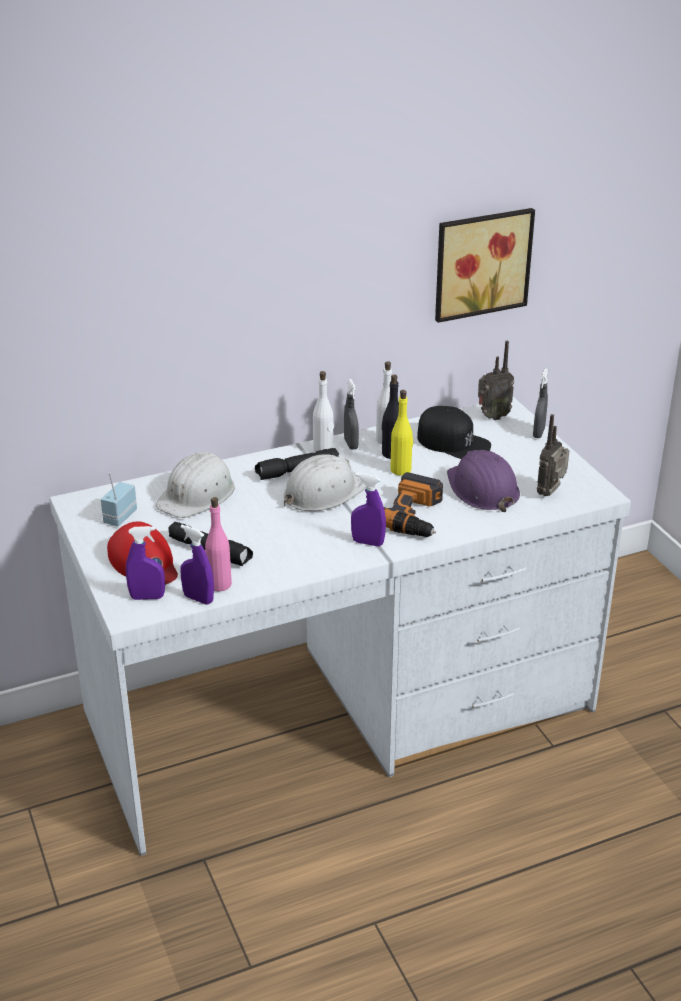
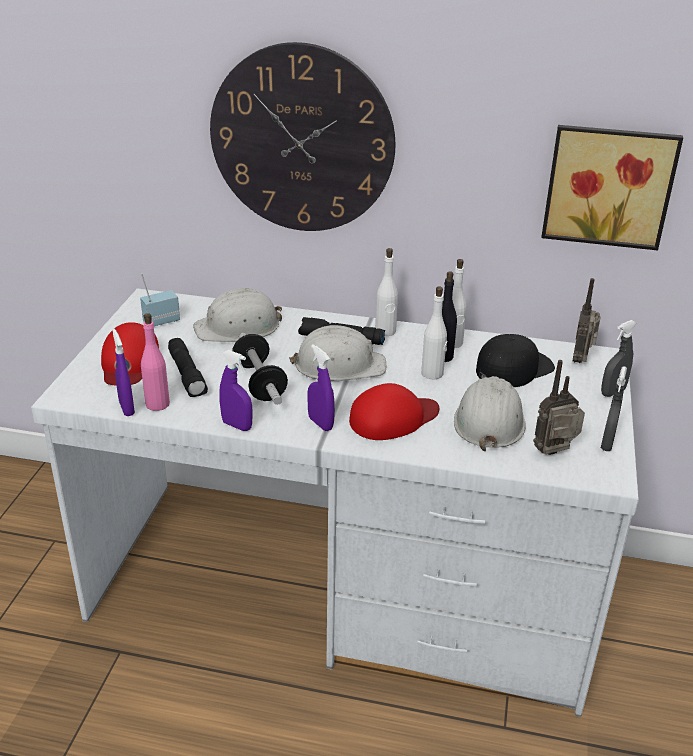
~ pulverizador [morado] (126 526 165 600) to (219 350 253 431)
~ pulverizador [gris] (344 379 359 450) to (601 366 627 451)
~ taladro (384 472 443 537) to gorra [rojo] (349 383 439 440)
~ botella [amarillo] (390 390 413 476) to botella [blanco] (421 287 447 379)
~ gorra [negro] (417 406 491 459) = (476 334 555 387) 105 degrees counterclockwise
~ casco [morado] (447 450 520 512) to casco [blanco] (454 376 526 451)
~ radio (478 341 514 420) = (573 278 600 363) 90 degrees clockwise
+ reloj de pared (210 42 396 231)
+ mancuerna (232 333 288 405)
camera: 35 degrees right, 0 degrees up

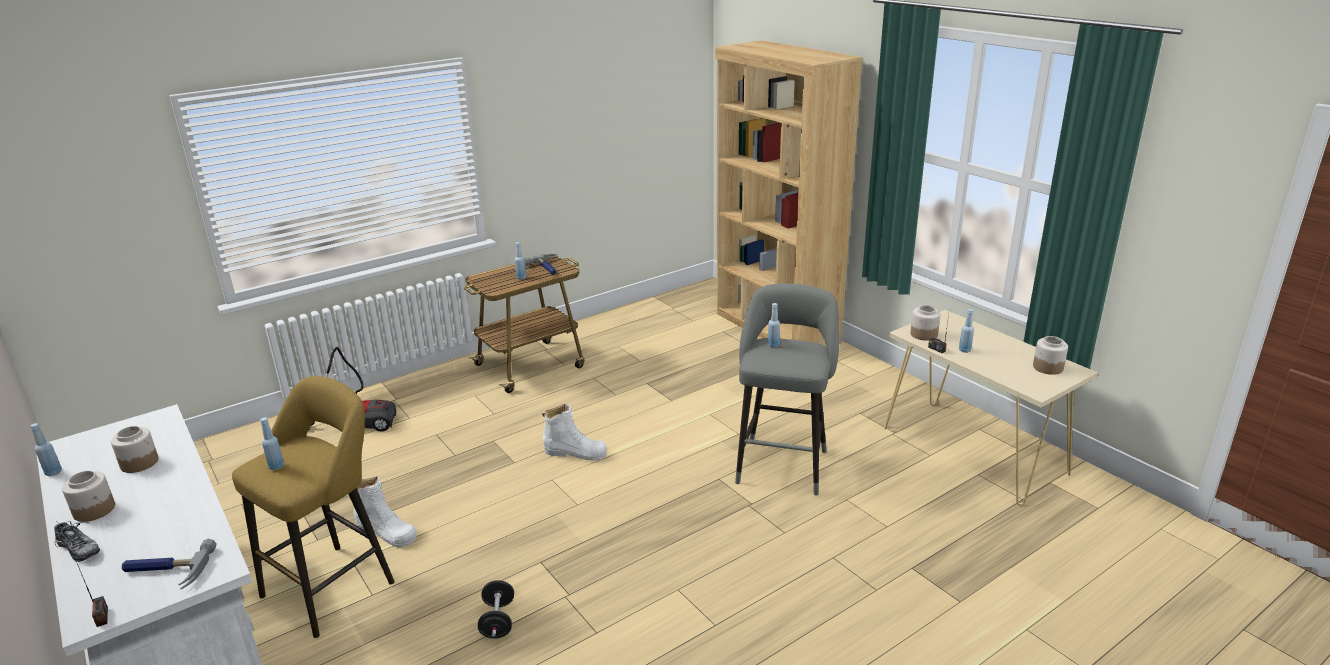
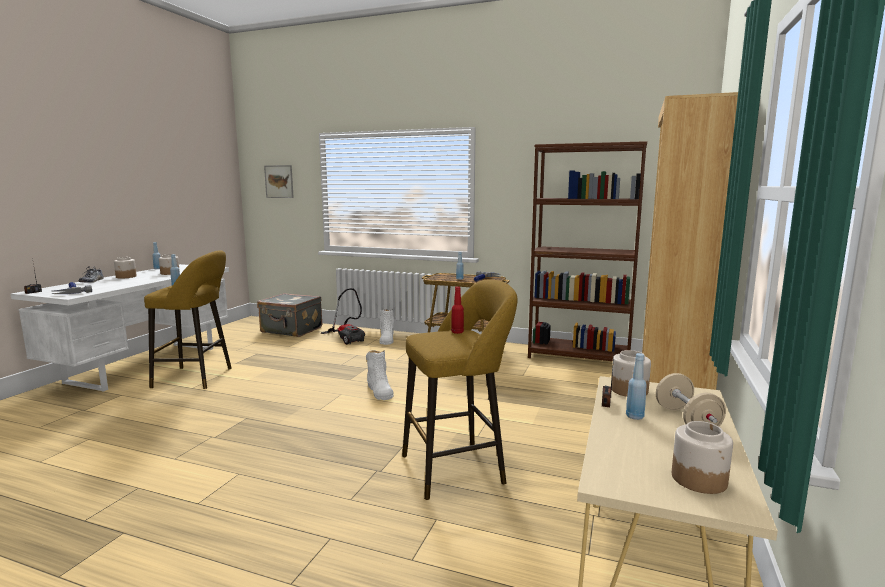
~ bota [blanco] (353 477 417 548) to (379 309 394 345)
- mancuerna [negro] (478 580 514 639)
~ taburete [gris] (735 283 839 495) to taburete [amarillo] (402 279 517 500)
~ botella [azul] (767 303 780 348) to botella [rojo] (451 286 464 334)
+ maleta [gris] (257 293 322 337)
+ cuadro (264 165 294 198)
+ estantería [marrón] (528 141 647 361)
+ mancuerna [beis] (656 373 726 426)
camera: 55 degrees right, 15 degrees down

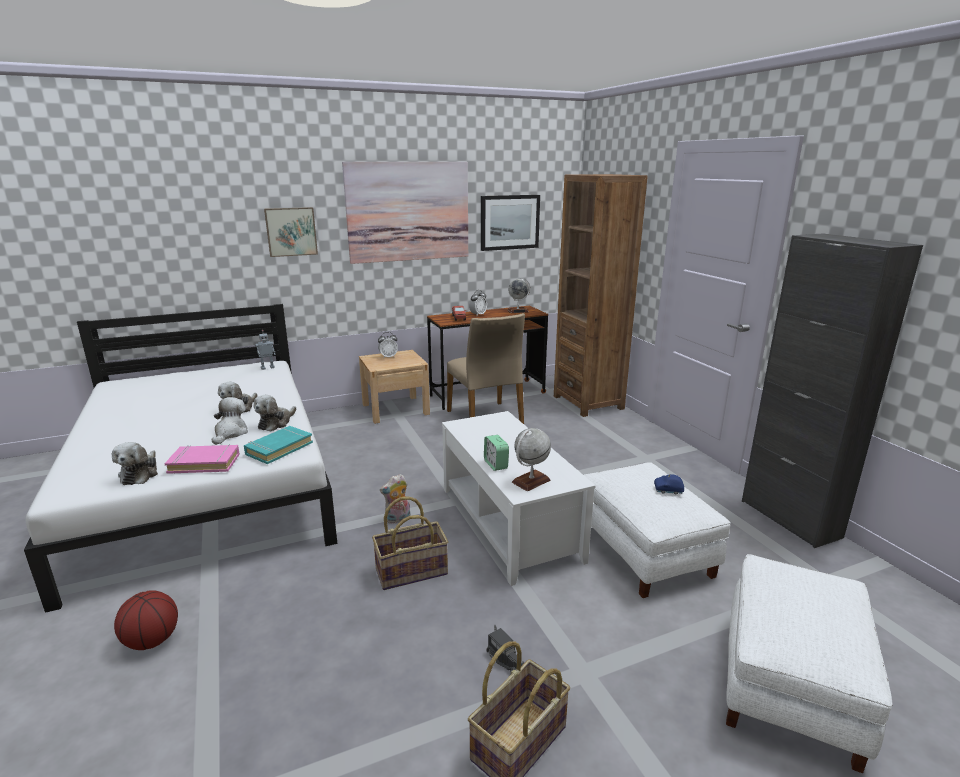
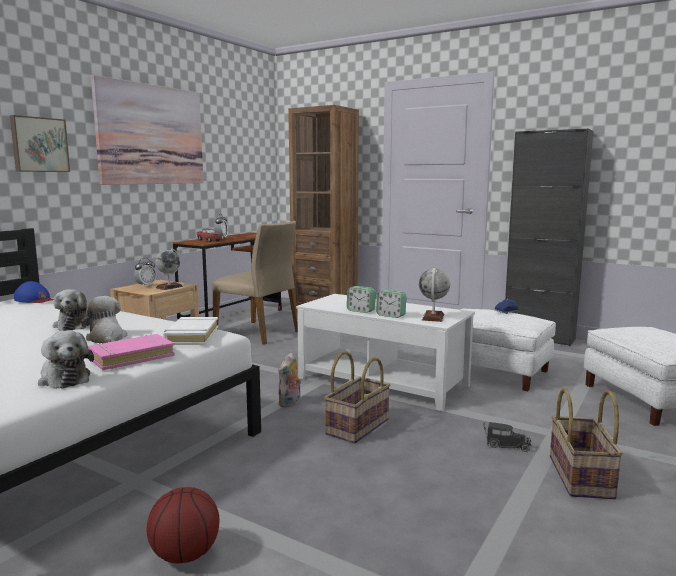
~ libro [turquesa] (244 426 313 464) to libro [blanco] (163 317 218 345)
- peluche (253 395 296 432)
~ robot de juguete (255 330 276 370) to gorra [azul] (14 281 54 303)
- cuadro (481 195 540 251)
~ globo terráqueo (507 278 530 313) to (156 248 183 290)
+ despertador (347 286 375 313)
camera: 35 degrees left, 10 degrees down

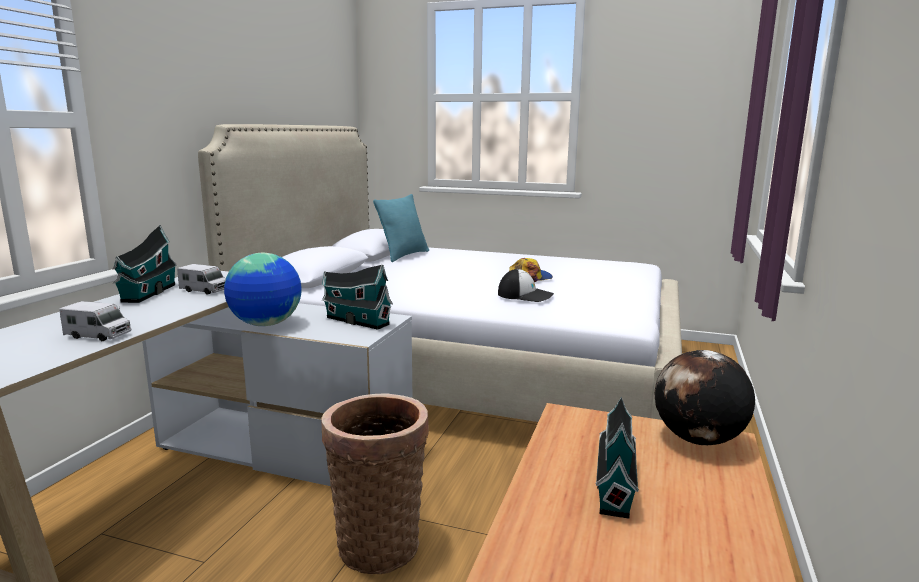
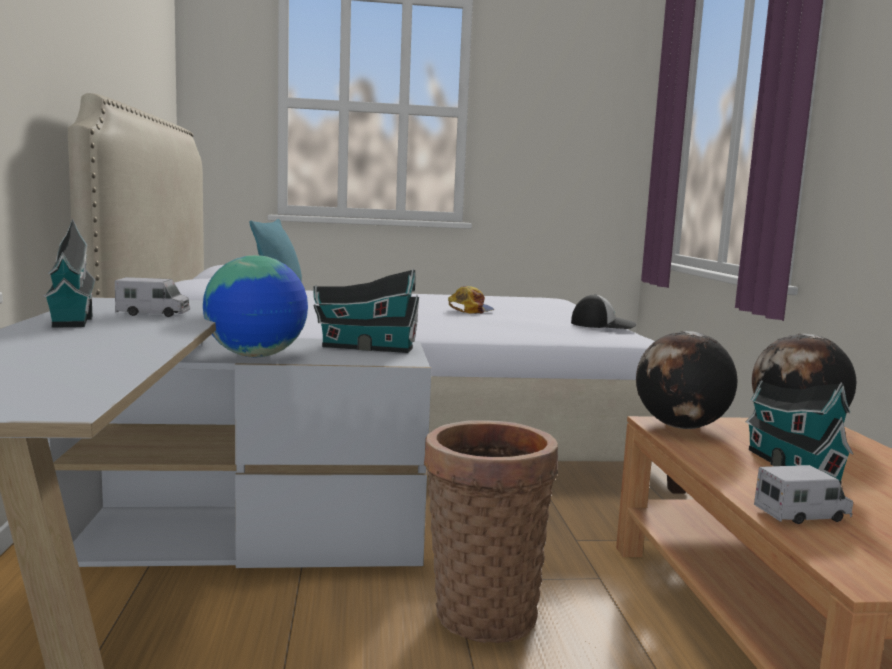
~ camión de juguete (59 301 131 341) to (754 465 853 524)
~ gorra (498 269 554 302) to (571 294 636 329)
+ globo terráqueo (636 331 737 429)
camera: 25 degrees left, 5 degrees down

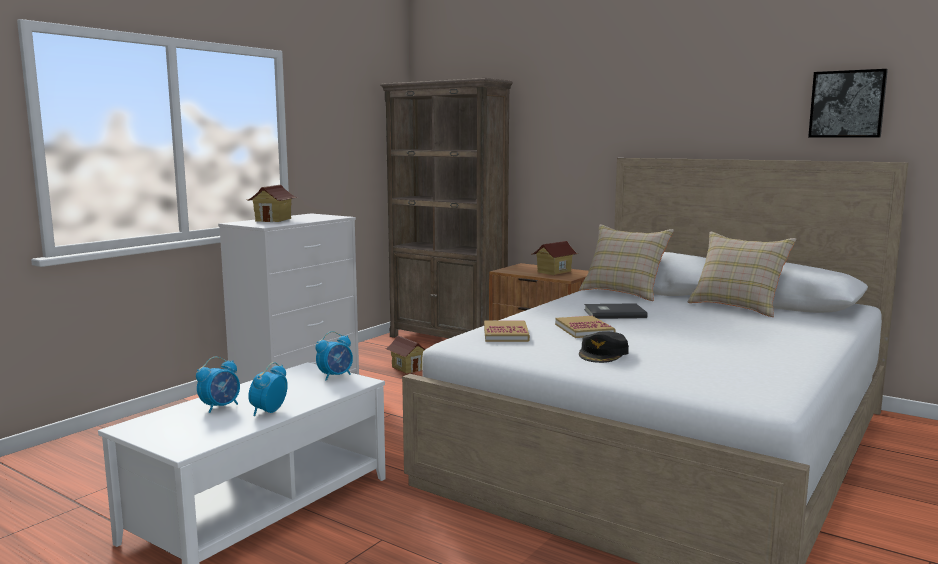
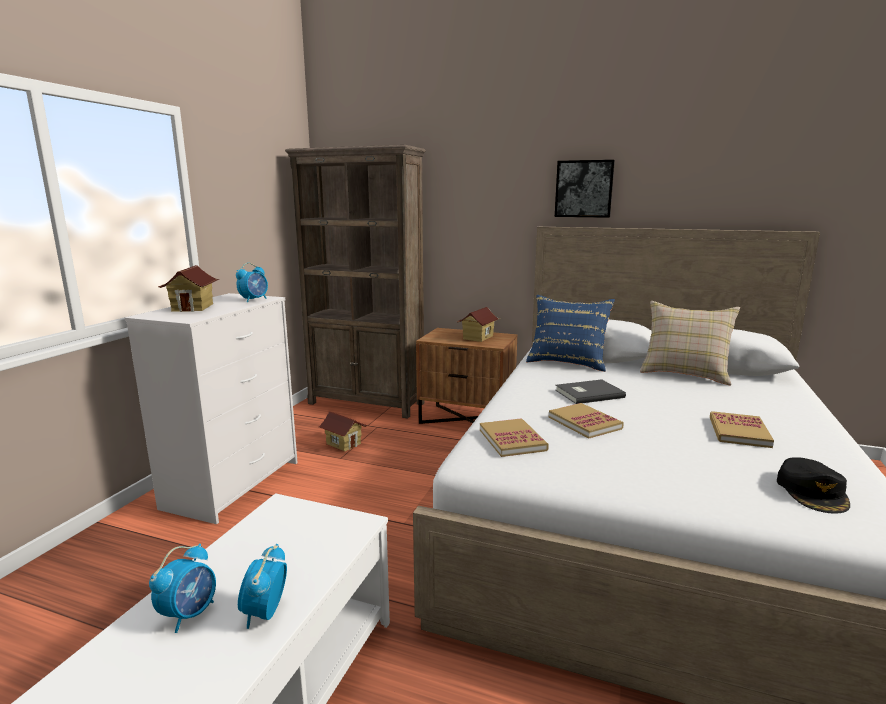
~ despertador (315 331 353 381) to (236 263 268 302)
~ cojín [beis] (579 224 674 301) to cojín [azul] (526 295 615 372)
~ gorra [negro] (579 332 629 363) to (777 457 850 514)
~ cuadro (808 69 888 137) to (555 160 615 218)
+ libro (710 411 774 448)
camera: 15 degrees left, 5 degrees up

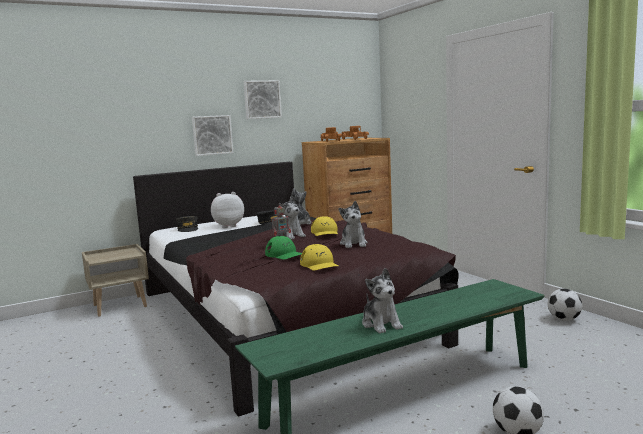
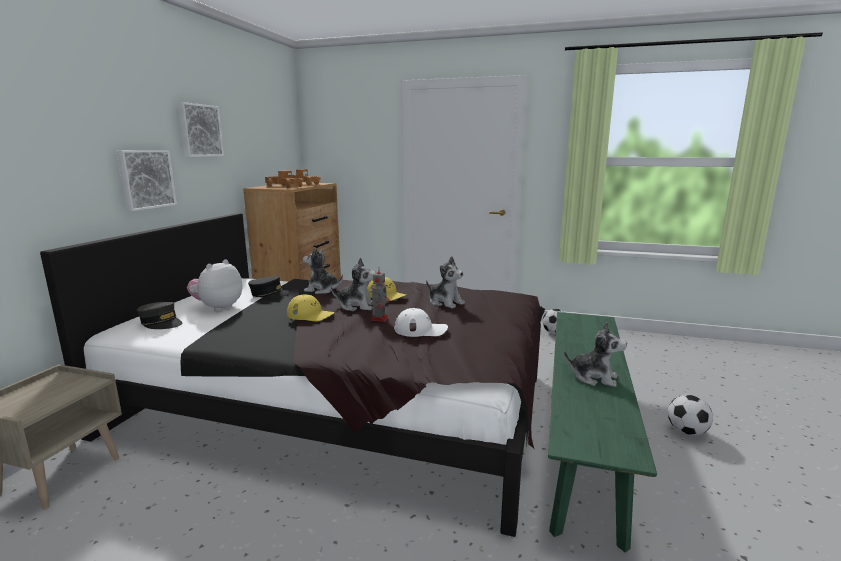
~ gorra [verde] (265 236 302 260) to gorra [blanco] (394 308 448 337)
~ gorra [amarillo] (300 244 339 271) to (287 295 334 321)
camera: 45 degrees left, 5 degrees up

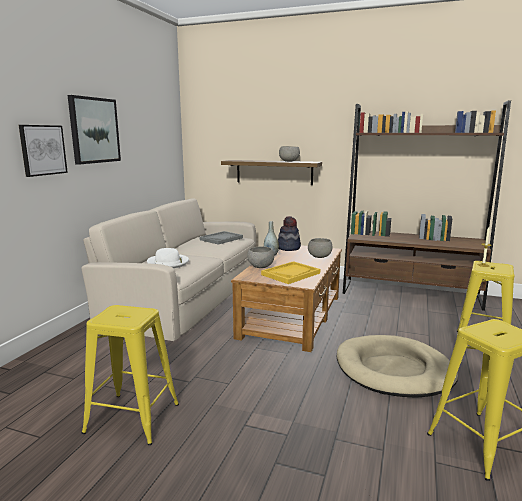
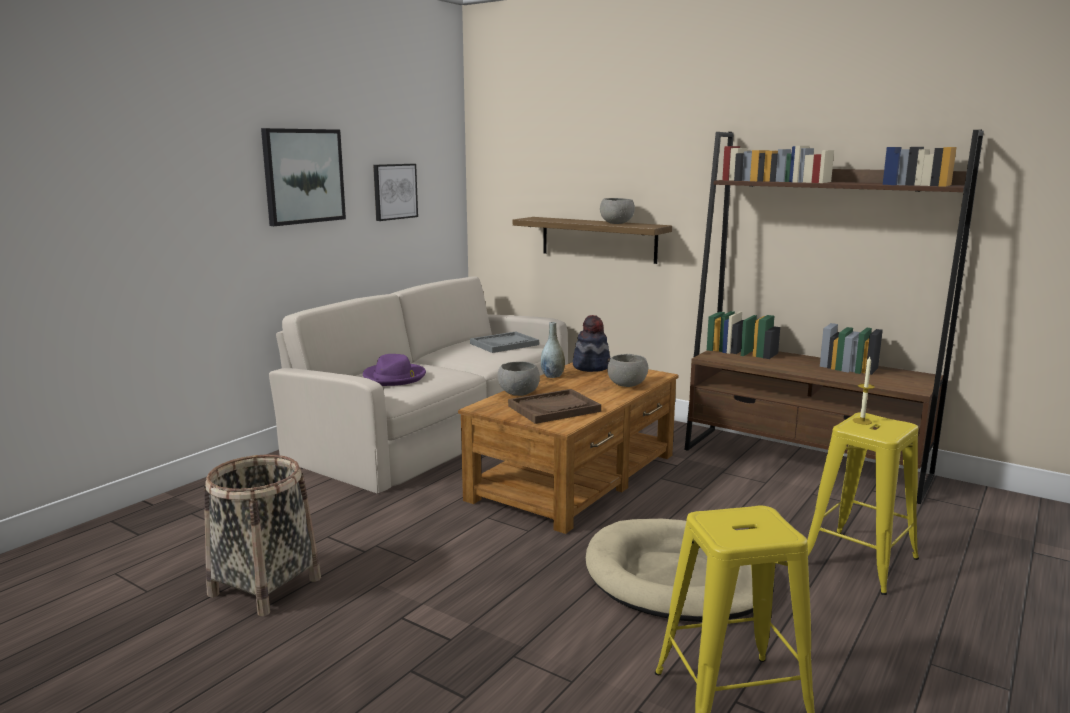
~ cuadro (19 125 68 177) to (373 164 418 221)
~ taburete [amarillo] (82 305 179 445) to cesta (204 455 321 616)
~ sombrero [blanco] (147 248 189 268) to sombrero [morado] (363 354 426 386)
~ bandeja [amarillo] (261 261 320 284) to bandeja [marrón] (508 389 601 424)
camera: 15 degrees right, 0 degrees up

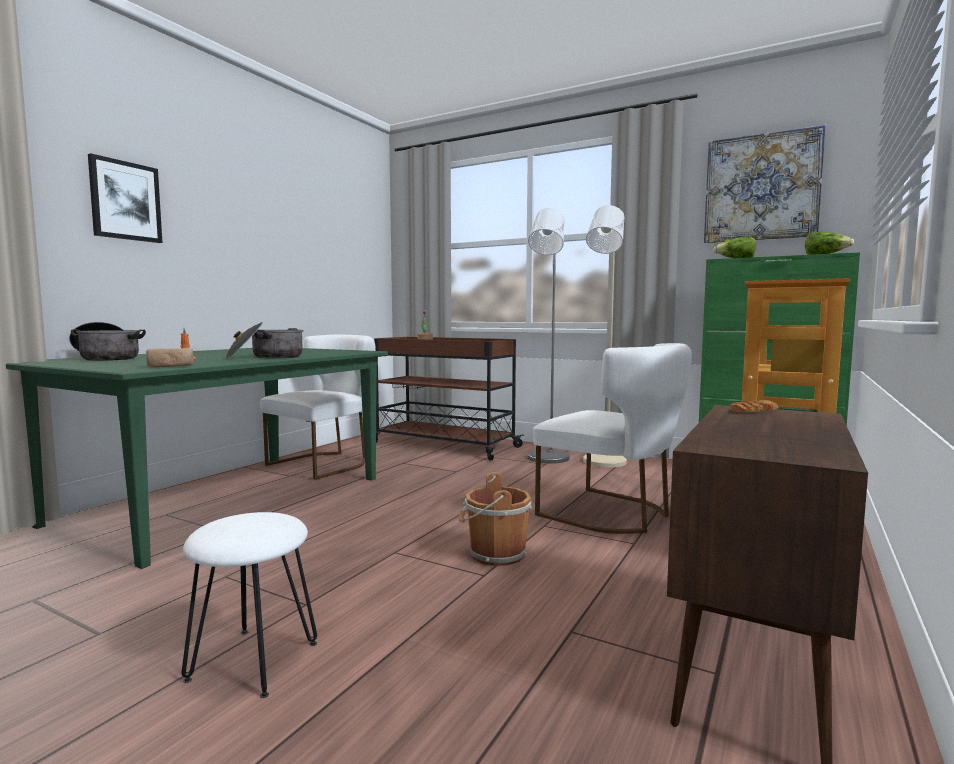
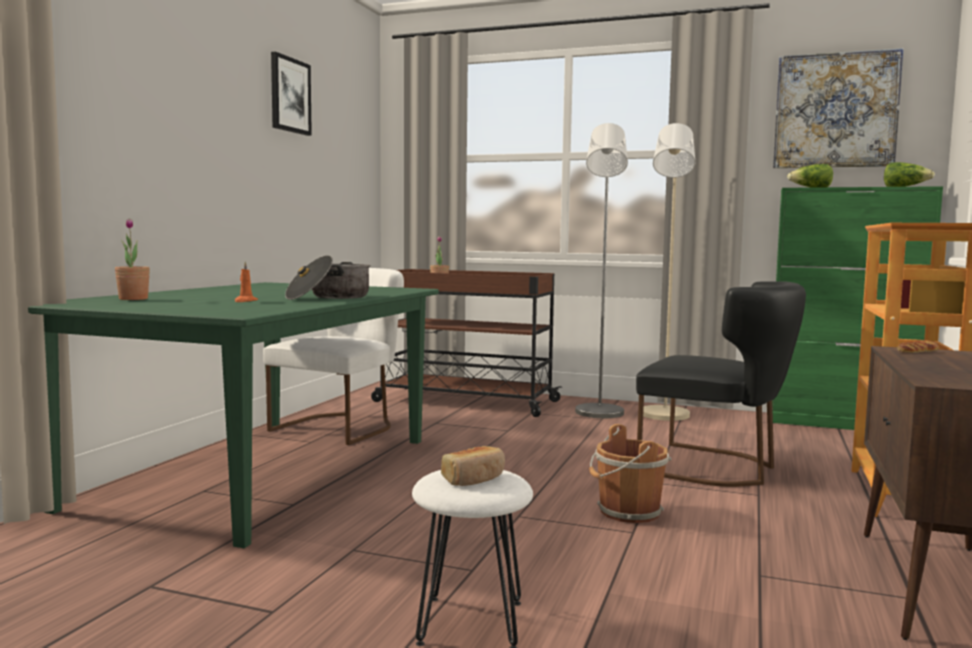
~ olla (69 322 146 361) to planta en maceta (115 218 150 300)
~ cuadro (88 153 162 243) to (271 52 312 136)
~ pan (146 348 193 367) to (441 446 505 486)
~ silla [blanco] (533 343 692 534) to silla [negro] (636 281 806 487)
camera: 10 degrees left, 0 degrees up

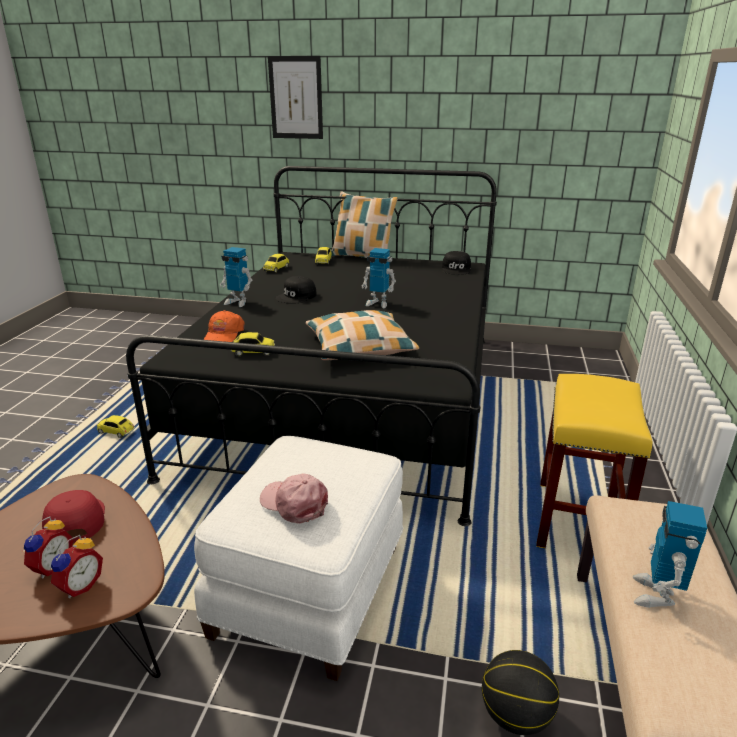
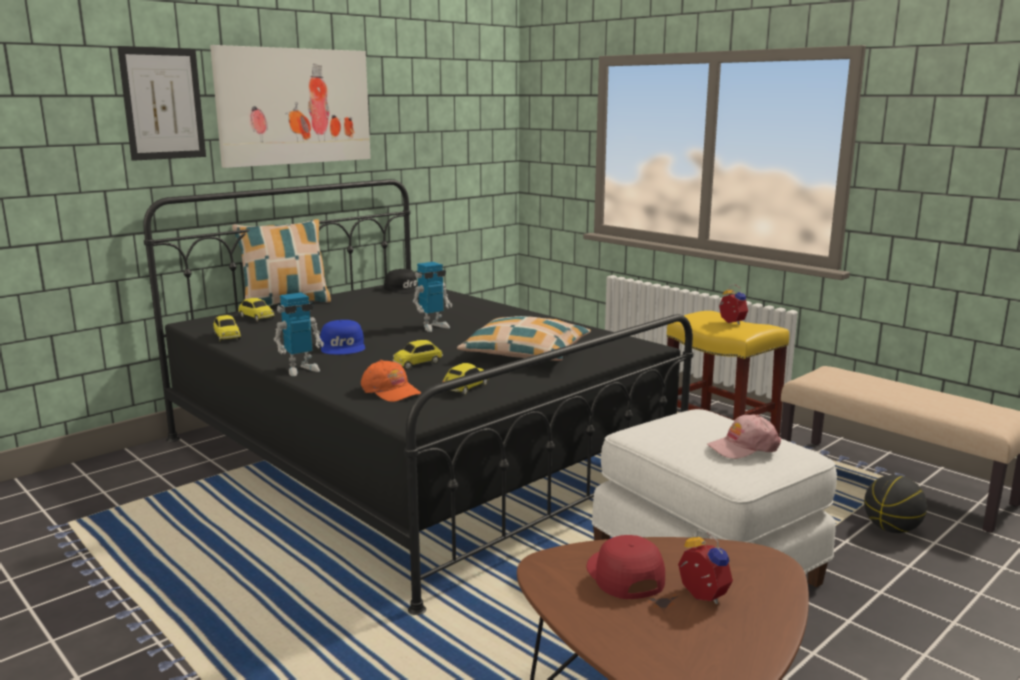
~ gorra [rojo] (42 490 105 543) = (586 535 665 599) 60 degrees clockwise
~ despertador (51 535 103 598) to (719 284 748 325)
~ coche de juguete (97 415 135 438) to (393 340 443 370)
~ gorra [negro] (276 276 316 304) to gorra [azul] (320 320 365 355)
- robot de juguete (632 501 707 608)
+ cuadro (210 45 371 168)
camera: 55 degrees left, 10 degrees down

